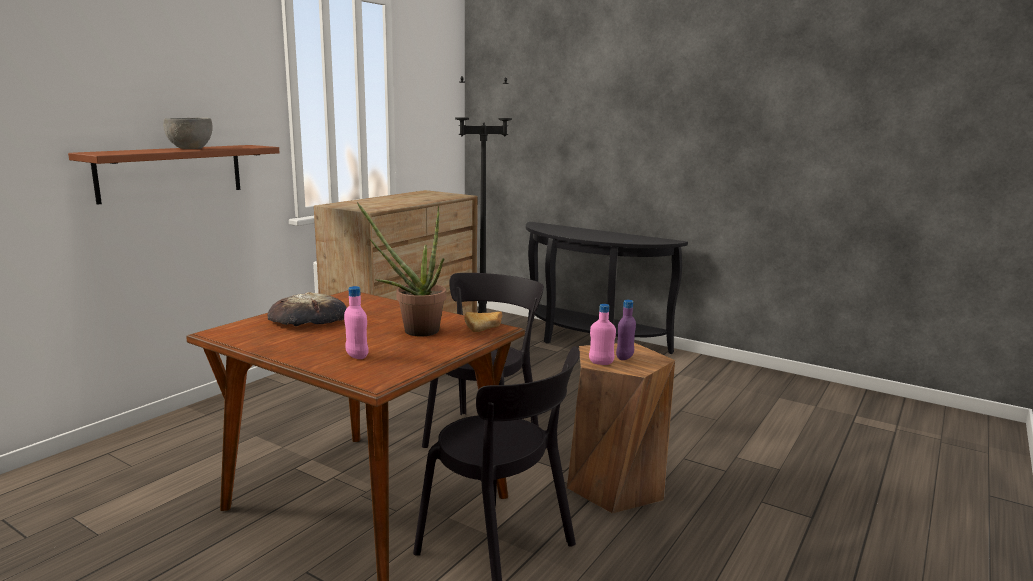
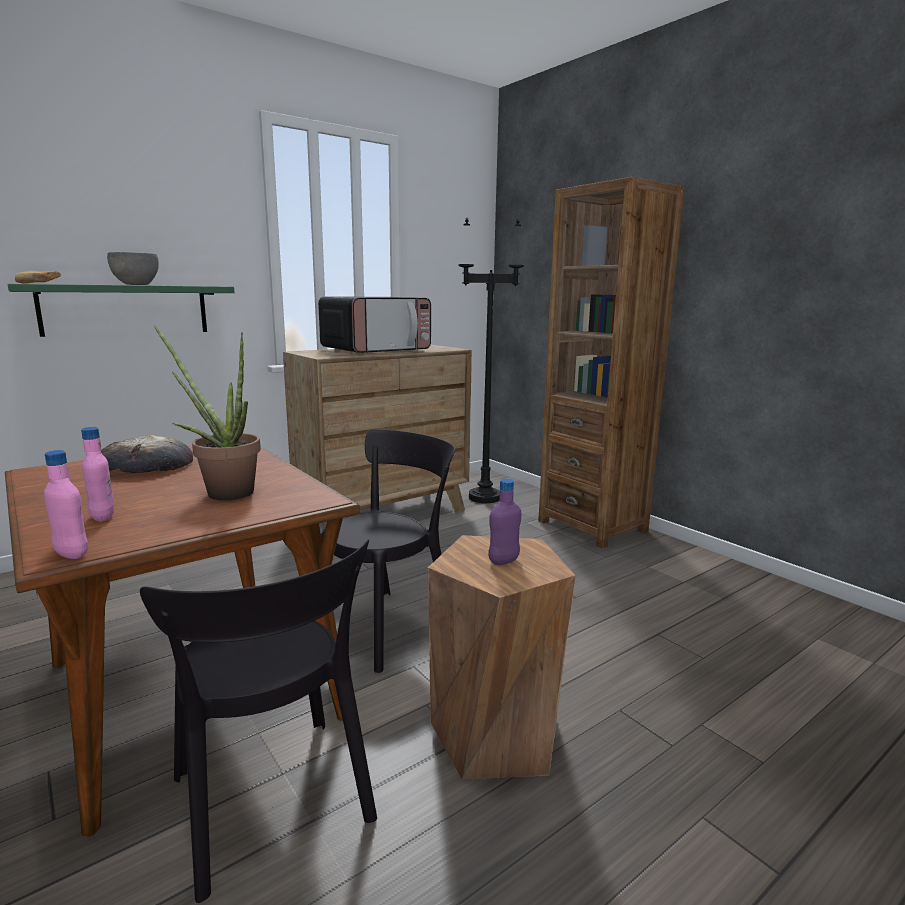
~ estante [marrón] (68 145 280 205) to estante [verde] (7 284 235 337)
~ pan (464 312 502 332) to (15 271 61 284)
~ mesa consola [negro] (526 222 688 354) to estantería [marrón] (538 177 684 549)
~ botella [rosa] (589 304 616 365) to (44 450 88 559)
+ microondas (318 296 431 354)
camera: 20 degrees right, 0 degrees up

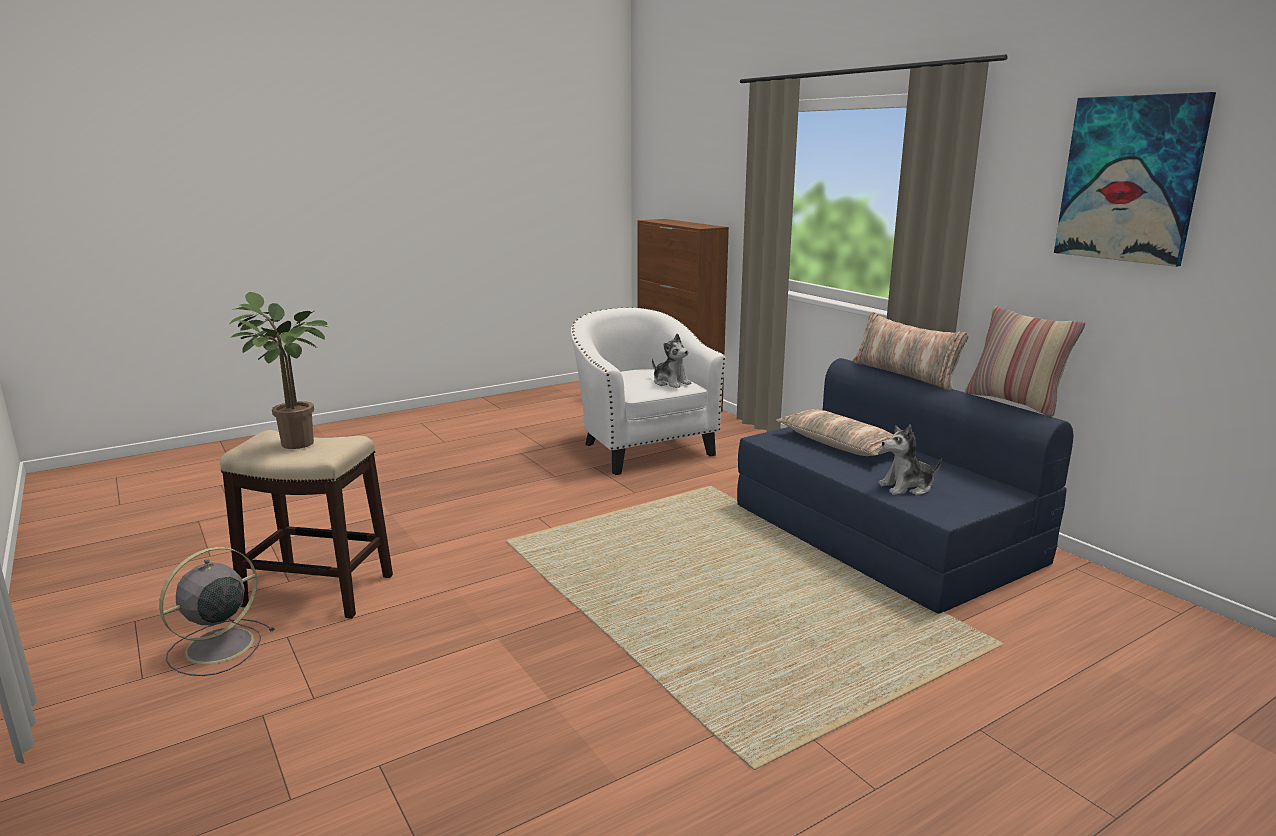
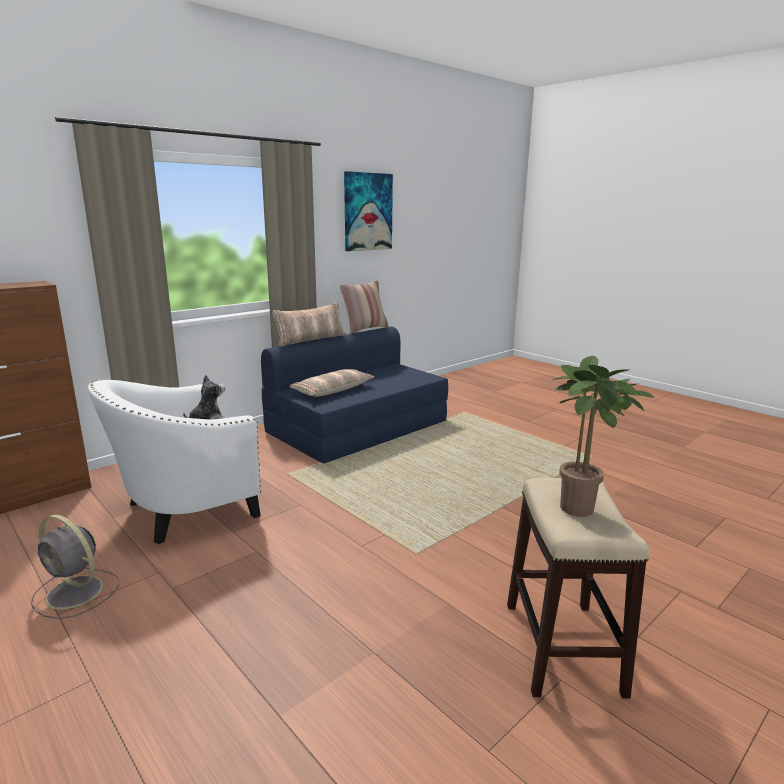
~ ventilador [gris] (159 547 275 676) to (31 514 119 619)
- peluche (878 424 942 496)
camera: 100 degrees left, 0 degrees up

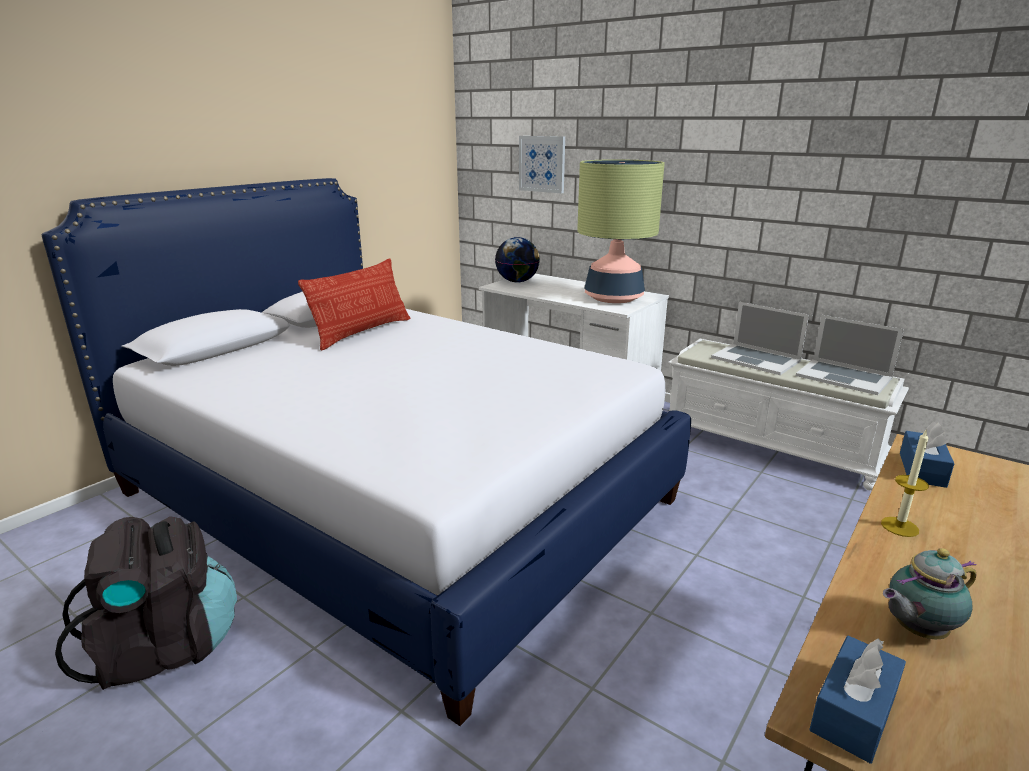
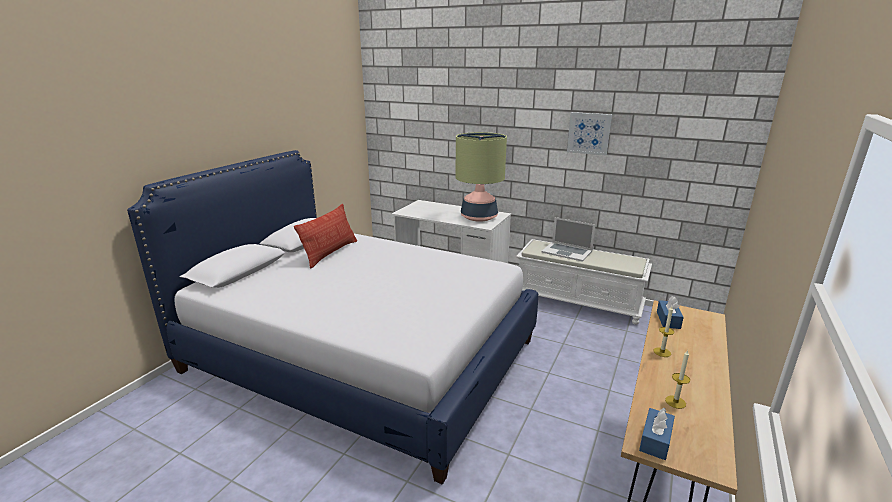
- mochila [negro] (55 516 237 690)
- globo terráqueo (495 237 540 283)
~ cuadro (519 136 565 193) to (567 112 612 155)
- portátil (796 315 904 395)
~ tetera (883 548 977 639) to vela (665 350 690 409)
camera: 10 degrees left, 0 degrees up

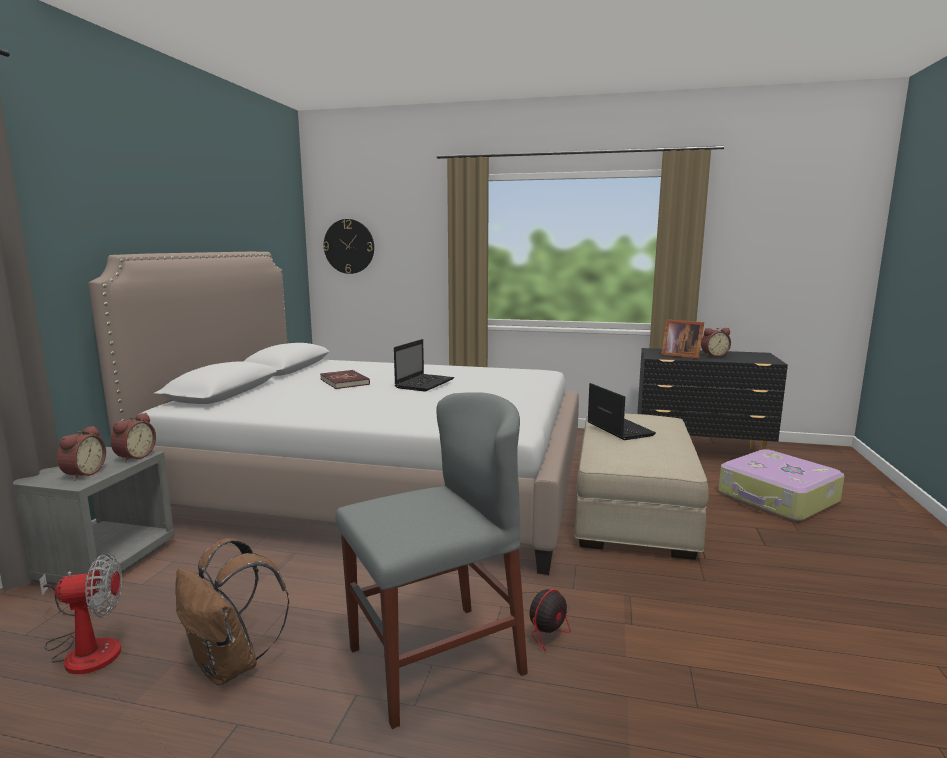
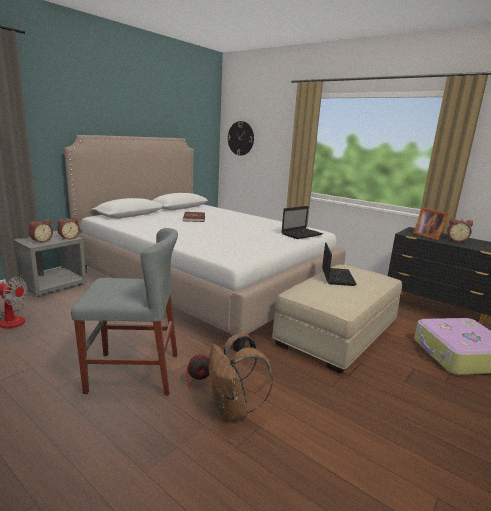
~ mochila [marrón] (175 538 289 686) to (209 333 273 421)
~ portátil (394 339 454 392) to (281 206 323 239)
camera: 25 degrees right, 5 degrees up

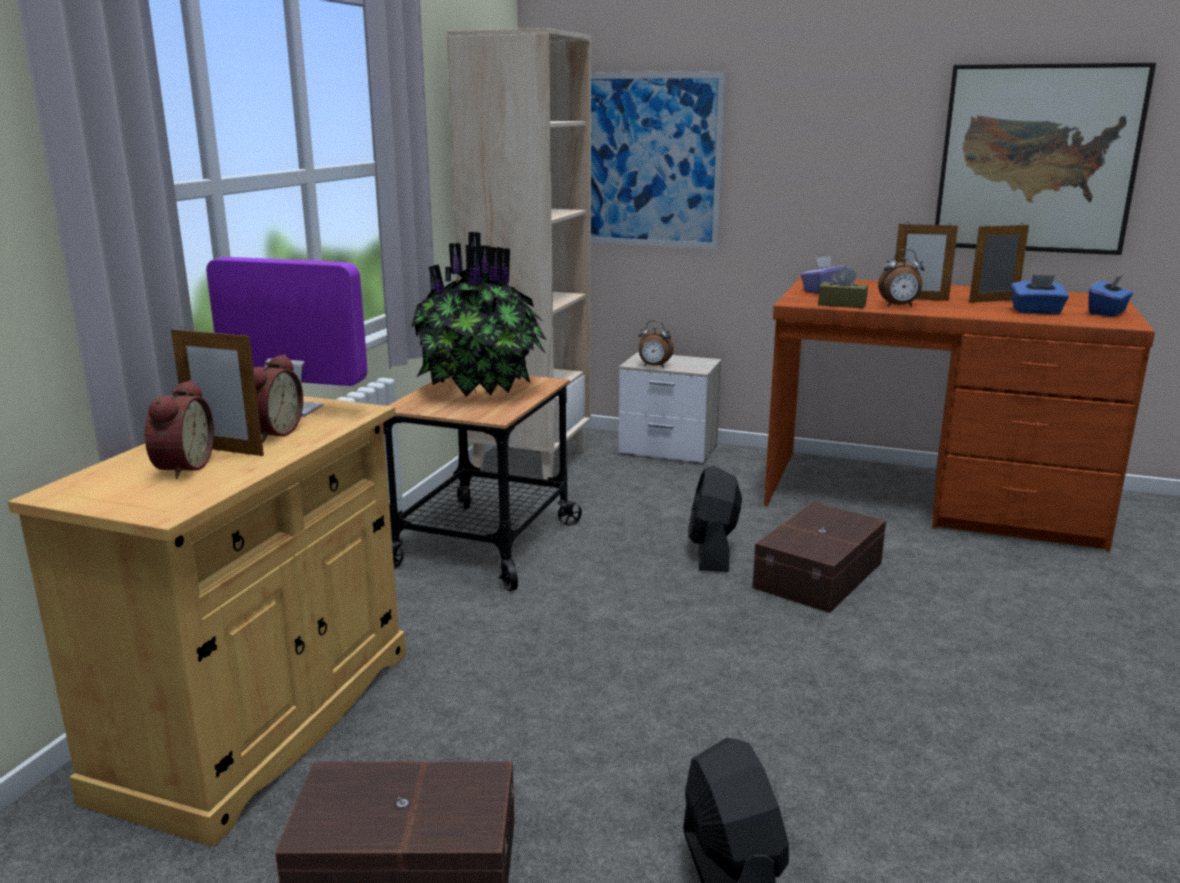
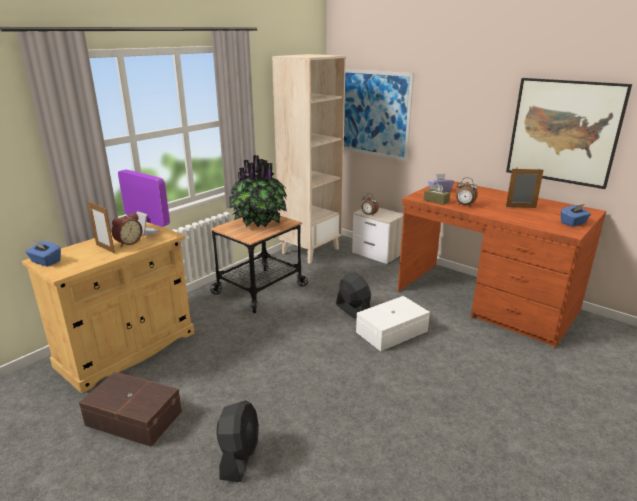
- despertador (144 380 214 479)
~ ventilador [negro] (688 466 742 572) = (336 272 371 320) 120 degrees clockwise
~ caja de almacenaje [marrón] (752 502 886 613) to caja de almacenaje [blanco] (356 296 430 351)
- portarretratos (895 221 958 301)
~ caja de pañuelos [azul] (1011 275 1069 314) to (25 241 61 266)
camera: 20 degrees right, 5 degrees up

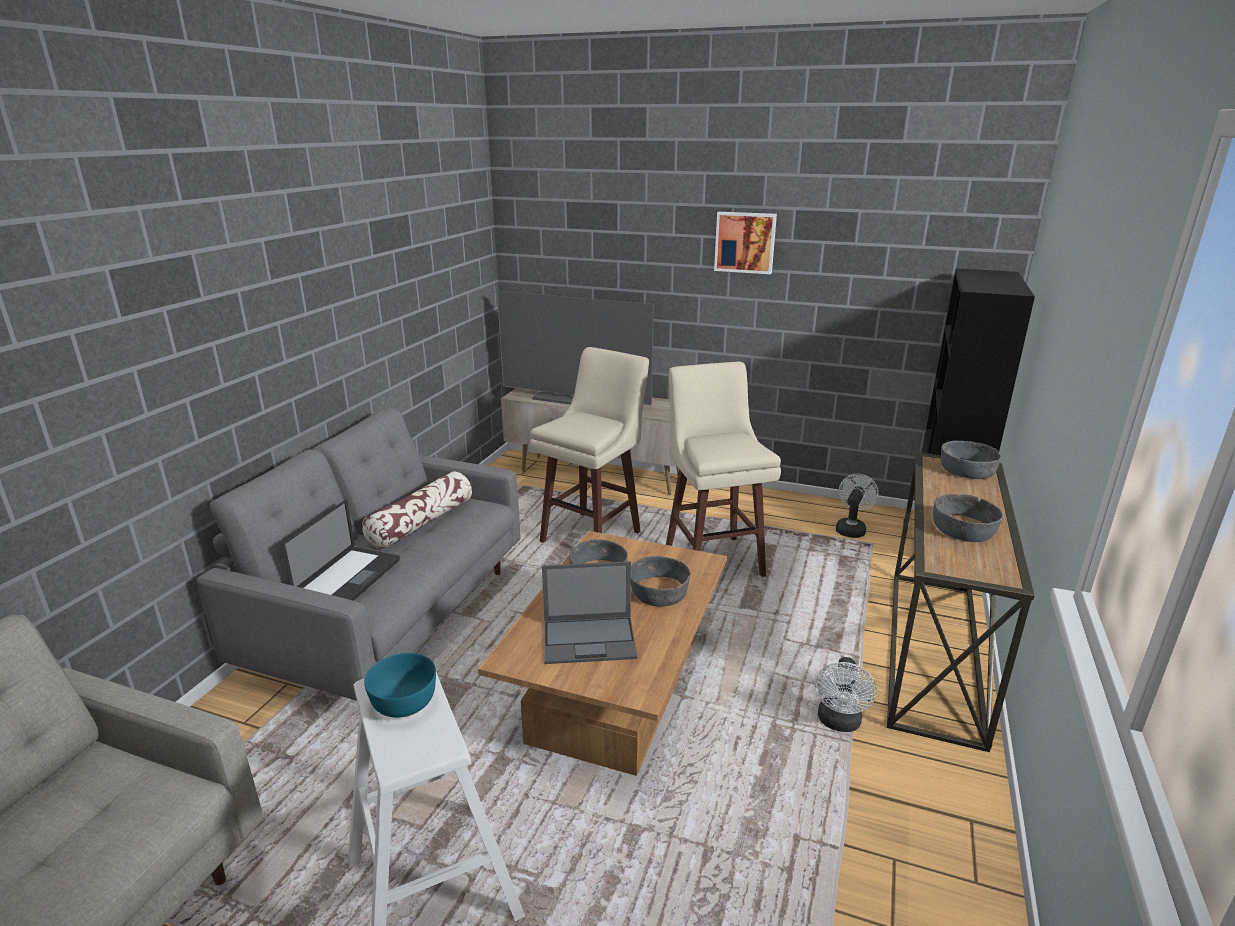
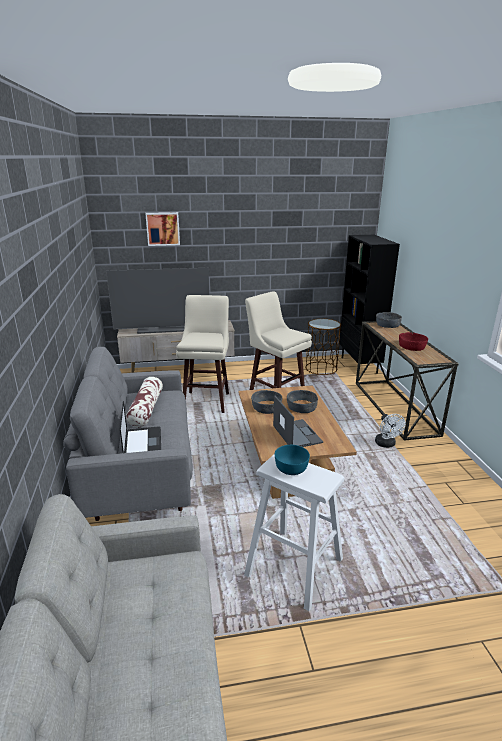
~ portátil (542 561 637 664) = (273 396 323 447) 75 degrees counterclockwise
~ cuadro (714 212 777 274) to (145 212 180 246)
~ ventilador [blanco] (836 474 879 538) to mesa auxiliar [marrón] (305 319 341 375)
~ cuenco [gris] (933 494 1003 542) to cuenco [rojo] (399 332 428 351)
camera: 30 degrees left, 0 degrees up

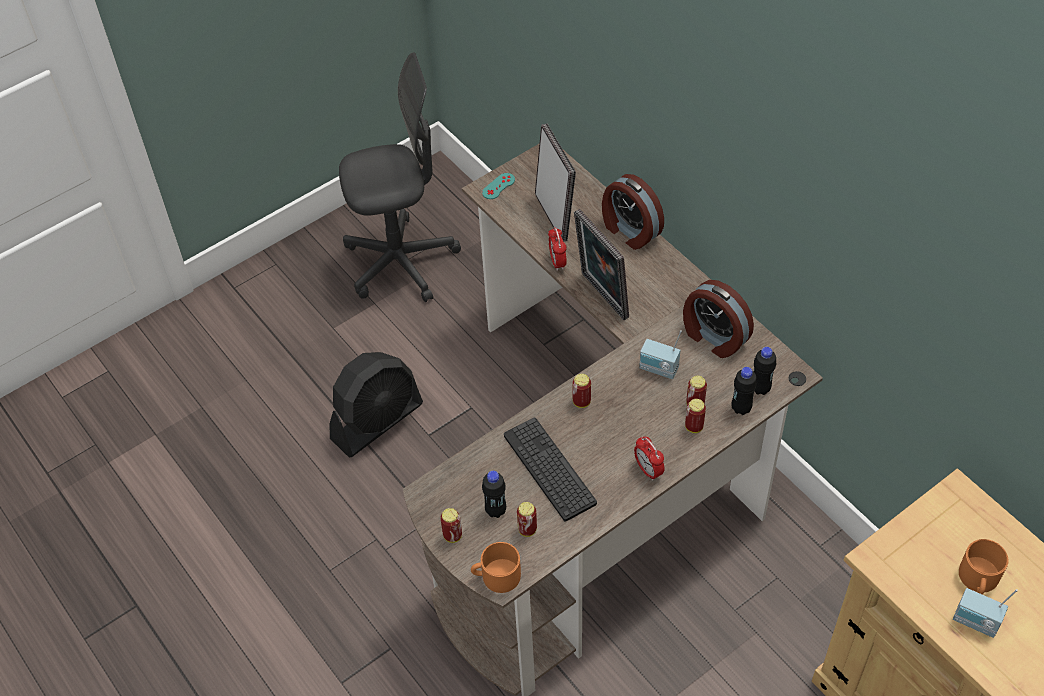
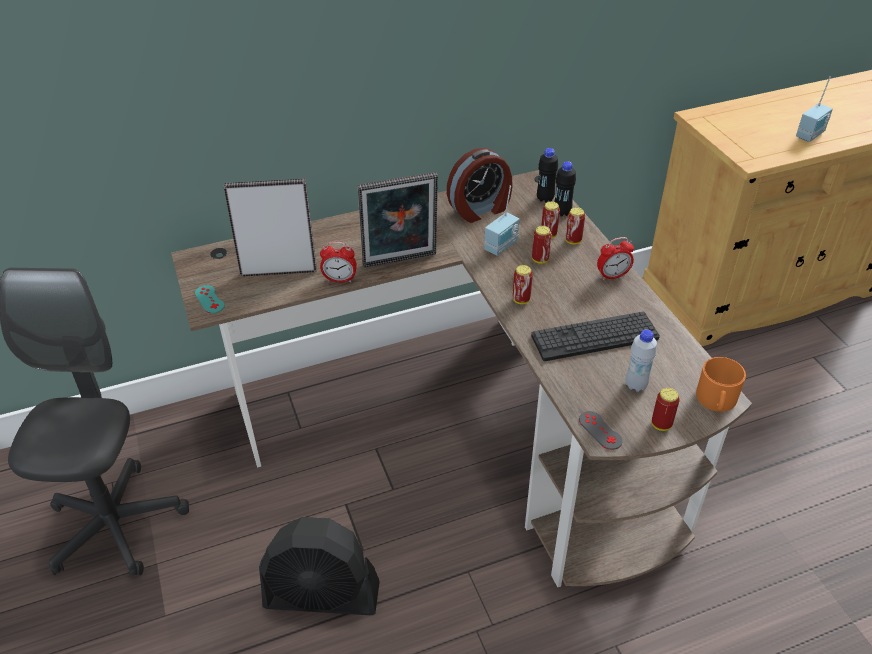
~ ventilador [negro] (330 352 423 457) = (259 517 380 615) 120 degrees clockwise
~ botella [negro] (482 471 506 518) to botella [blanco] (625 329 657 392)
~ lata (517 502 537 537) to (532 226 552 264)
- despertador (602 174 664 250)
- taza grande [naranja] (959 539 1008 595)
+ mando de consola [gris] (579 411 623 450)
camera: 75 degrees left, 10 degrees down

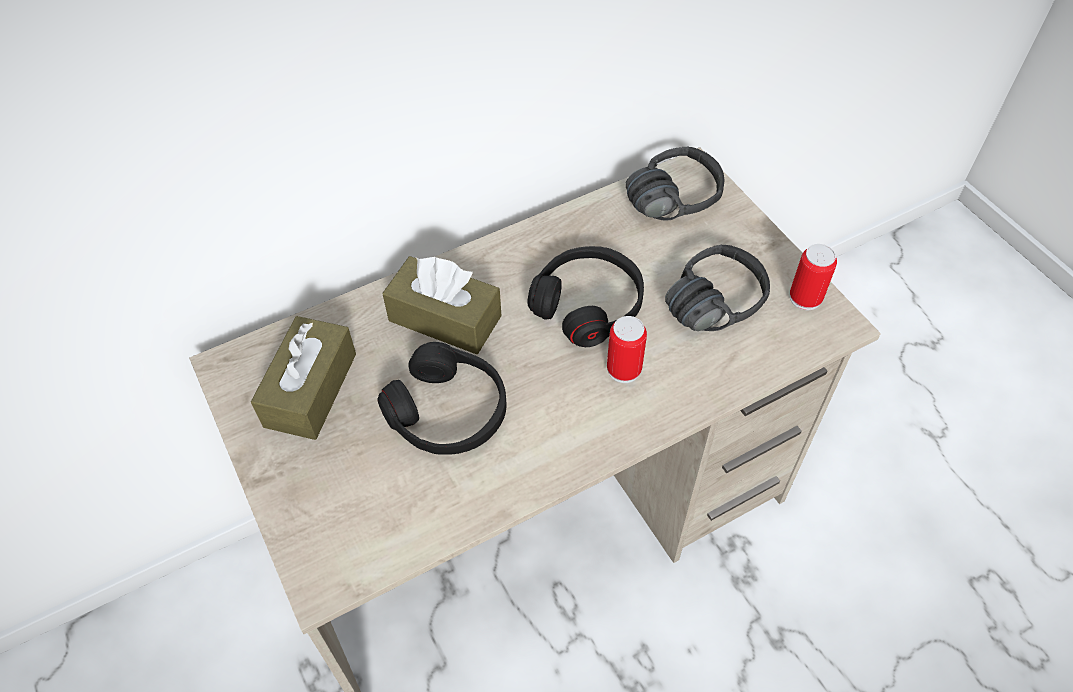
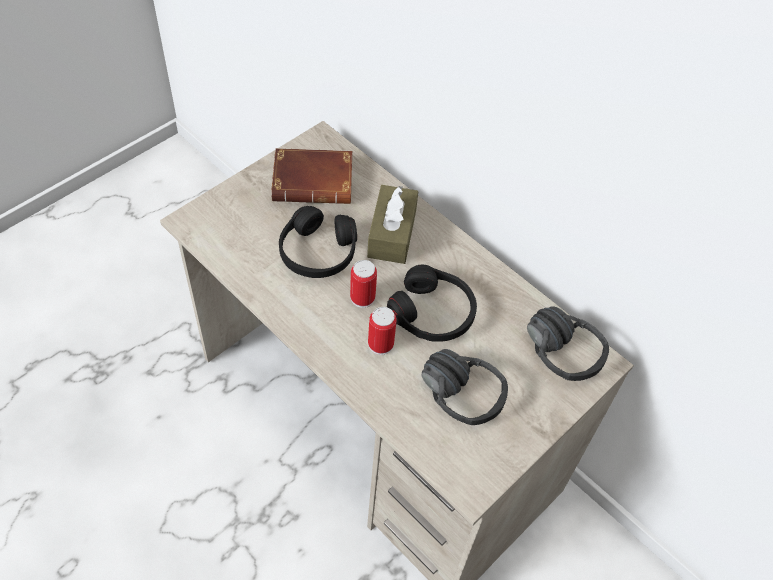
~ caja de pañuelos [marrón] (251 316 356 440) to libro [marrón] (271 148 352 204)
~ lata (790 244 837 310) to (350 260 377 308)
camera: 70 degrees right, 0 degrees up

